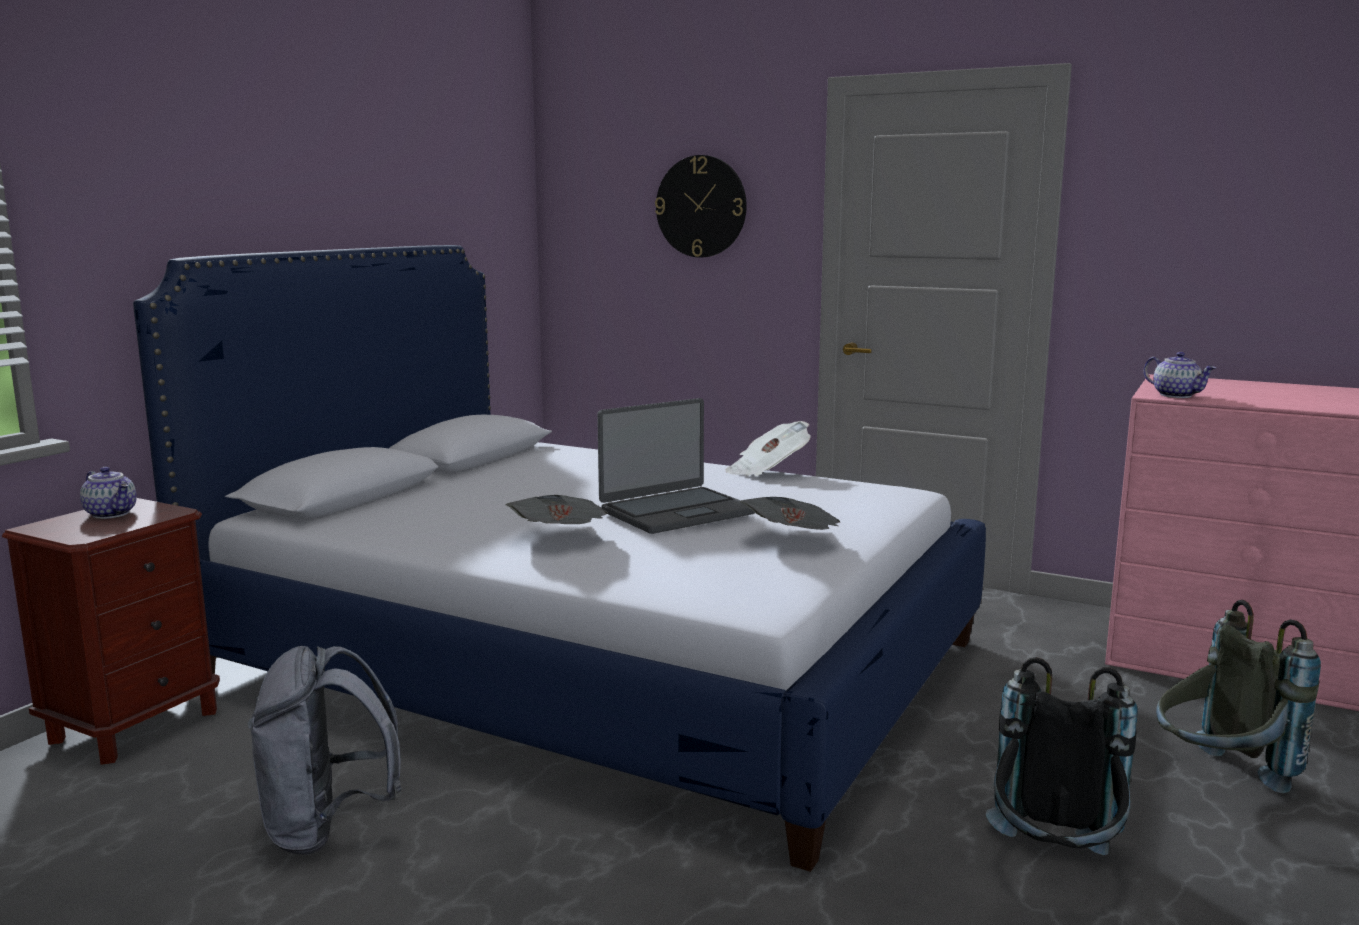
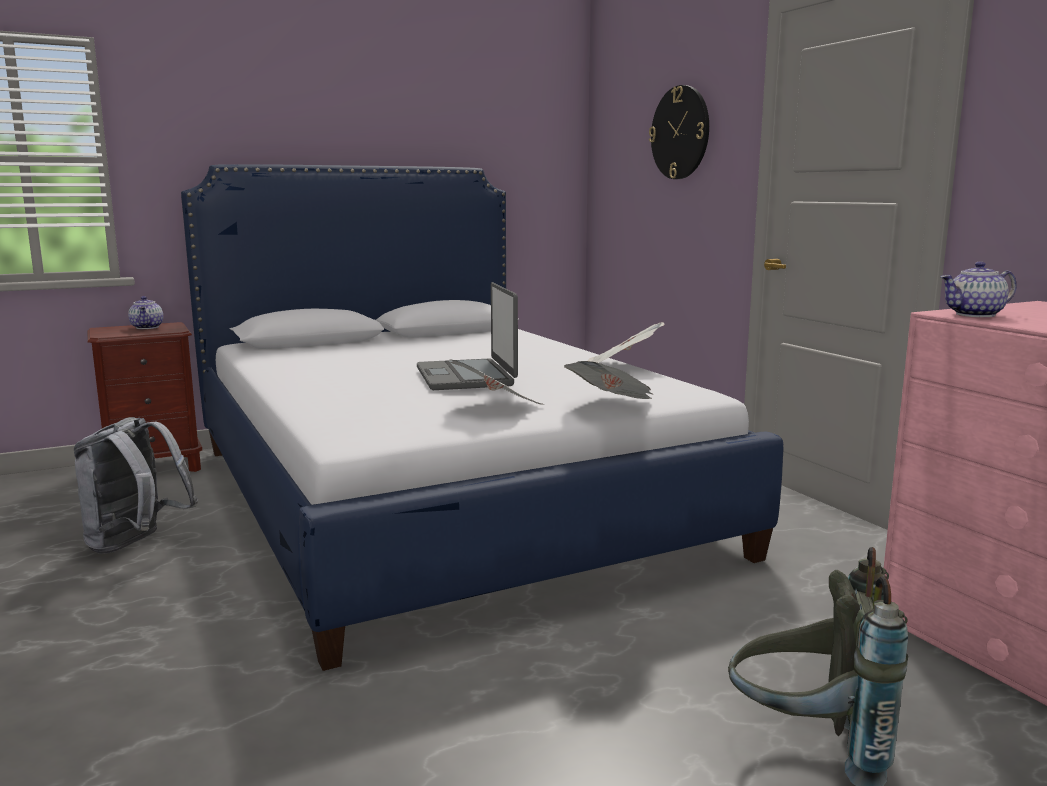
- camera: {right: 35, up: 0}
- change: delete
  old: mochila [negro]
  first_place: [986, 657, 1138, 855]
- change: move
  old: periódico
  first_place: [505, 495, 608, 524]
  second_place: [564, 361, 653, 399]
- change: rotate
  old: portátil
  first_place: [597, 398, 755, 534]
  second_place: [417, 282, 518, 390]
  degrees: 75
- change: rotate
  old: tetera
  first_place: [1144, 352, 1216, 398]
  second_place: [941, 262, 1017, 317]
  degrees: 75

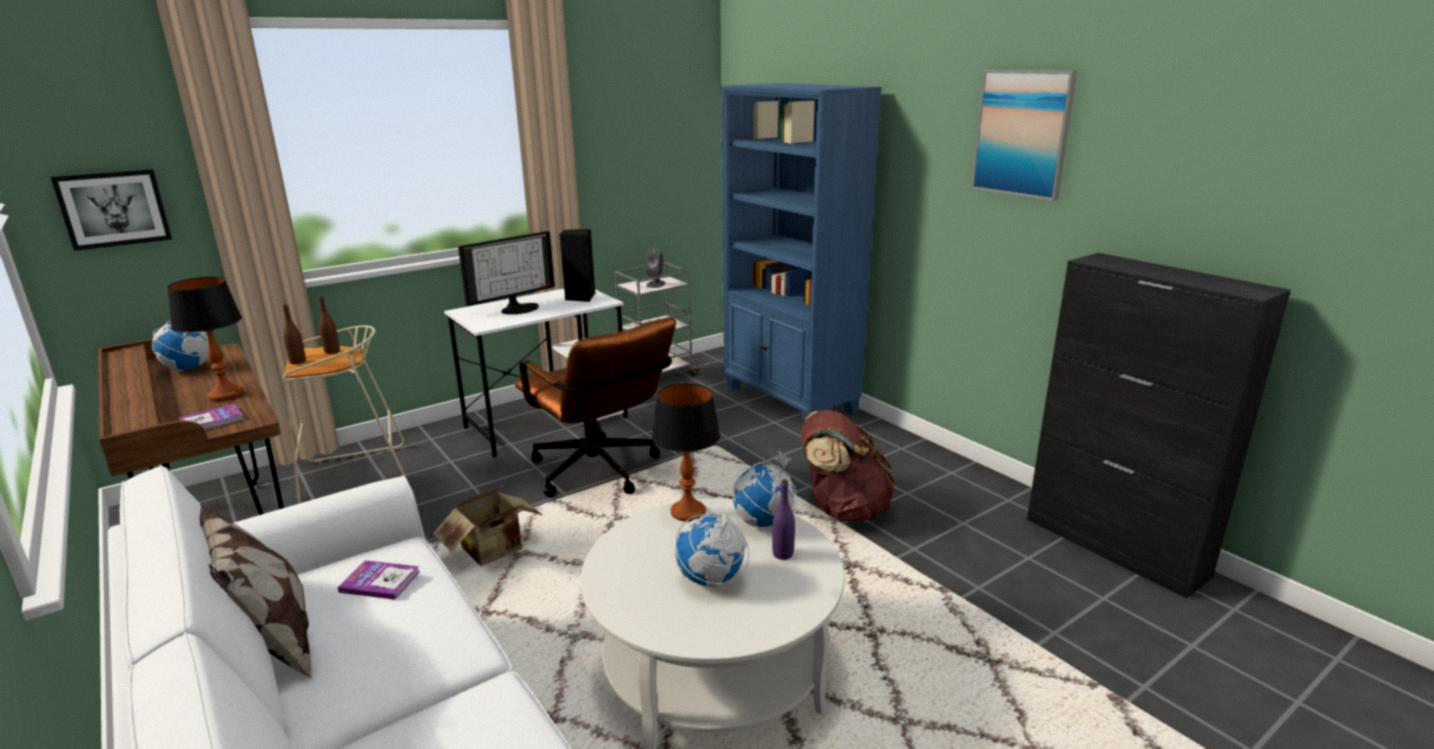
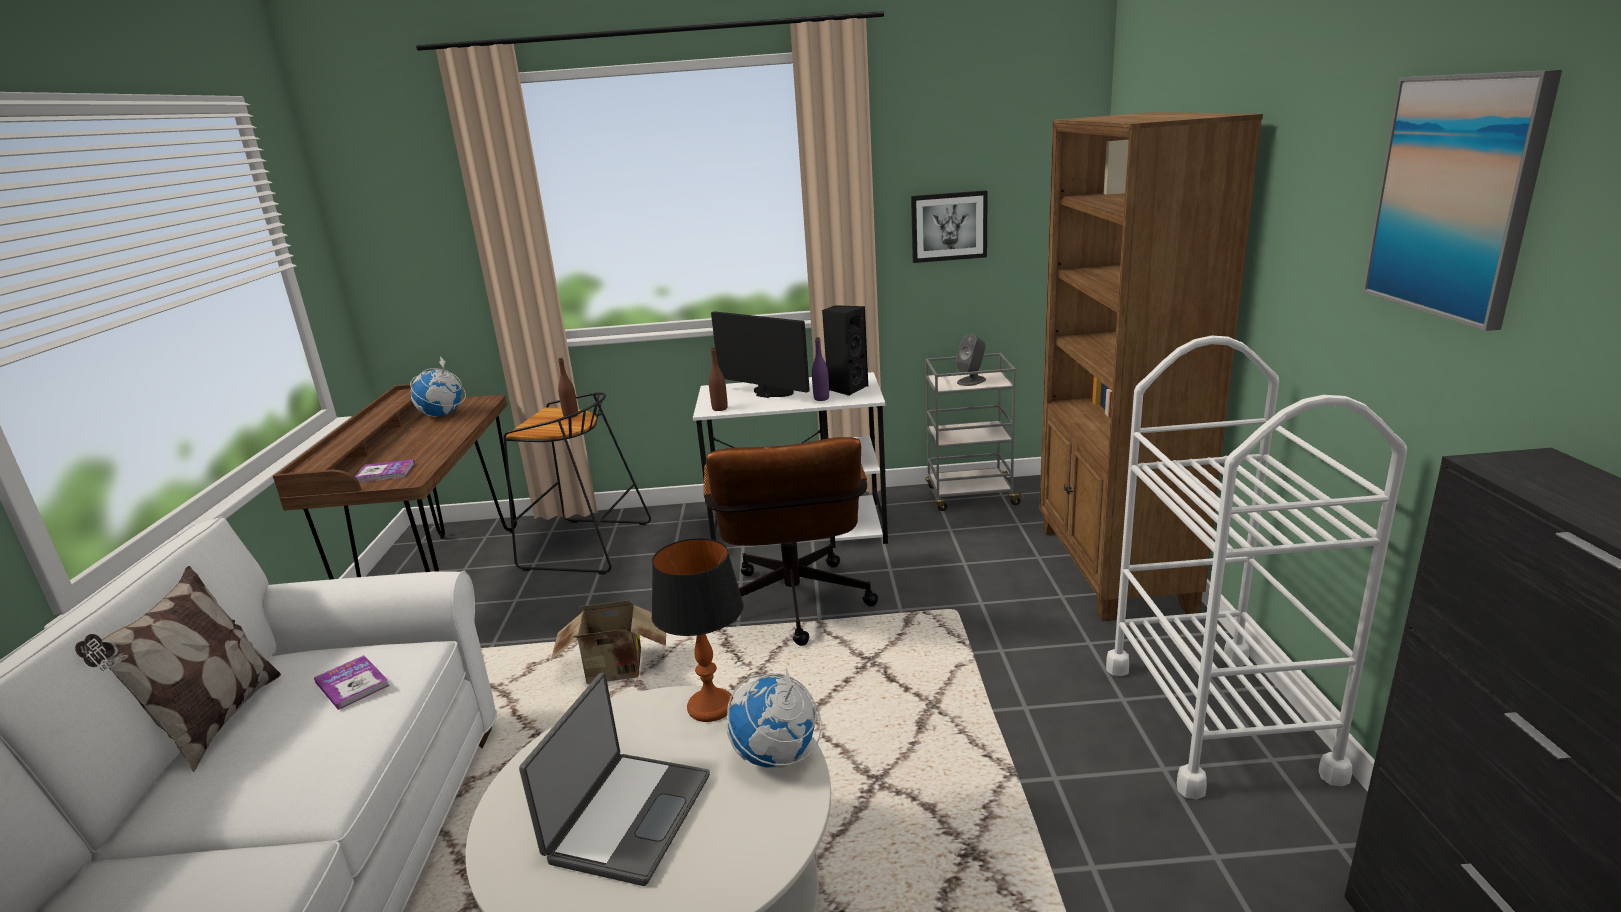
- camera: {right: 35, up: 0}
- change: delete
  old: lámpara de mesa
  first_place: [167, 277, 244, 401]
- change: delete
  old: mochila [marrón]
  first_place: [801, 410, 896, 521]
- change: insert
  new: carrito [blanco]
  second_place: [1106, 336, 1407, 799]
- change: move
  old: cuadro
  first_place: [51, 169, 172, 251]
  second_place: [911, 190, 988, 263]
- change: move
  old: botella [marrón]
  first_place: [283, 304, 306, 364]
  second_place: [709, 347, 728, 411]
- change: move
  old: botella [morado]
  first_place: [772, 479, 795, 560]
  second_place: [812, 337, 829, 401]
- change: replace
  old: globo terráqueo
  new: portátil
  first_place: [675, 508, 749, 587]
  second_place: [519, 673, 710, 886]
- change: recolor
  old: taburete [beis]
  new: taburete [negro]
  first_place: [283, 325, 408, 504]
  second_place: [503, 392, 651, 575]
- change: recolor
  old: estantería [azul]
  new: estantería [marrón]
  first_place: [721, 83, 882, 423]
  second_place: [1040, 112, 1263, 621]
- change: rotate
  old: monitor
  first_place: [458, 231, 555, 314]
  second_place: [711, 311, 810, 398]
  degrees: -135

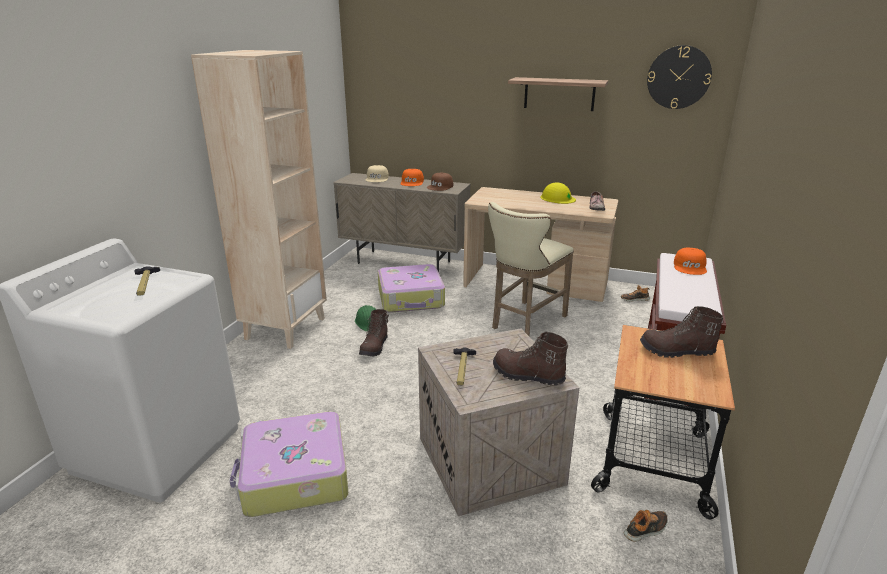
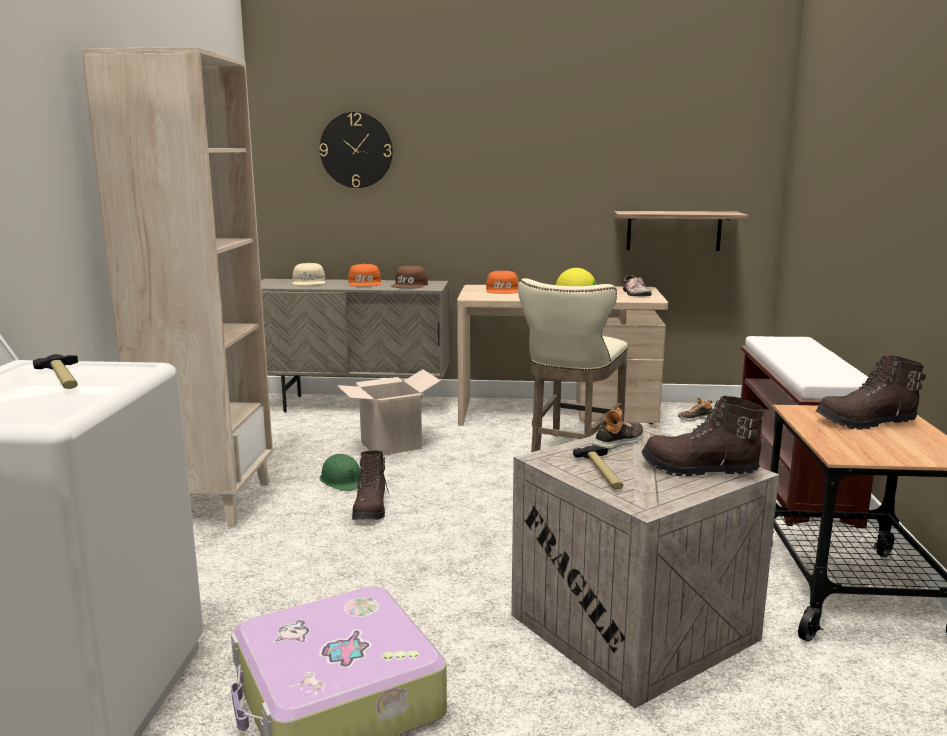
- camera: {right: -15, up: -10}
- change: move
  old: estante
  first_place: [508, 77, 608, 111]
  second_place: [614, 211, 748, 251]
- change: move
  old: zapato
  first_place: [624, 510, 667, 542]
  second_place: [592, 407, 643, 450]
- change: move
  old: reloj de pared
  first_place: [647, 45, 712, 109]
  second_place: [320, 112, 393, 188]
- change: move
  old: gorra [naranja]
  first_place: [674, 248, 707, 275]
  second_place: [486, 270, 519, 294]
- change: replace
  old: maleta
  new: caja de cartón
  first_place: [378, 264, 445, 313]
  second_place: [336, 369, 441, 456]

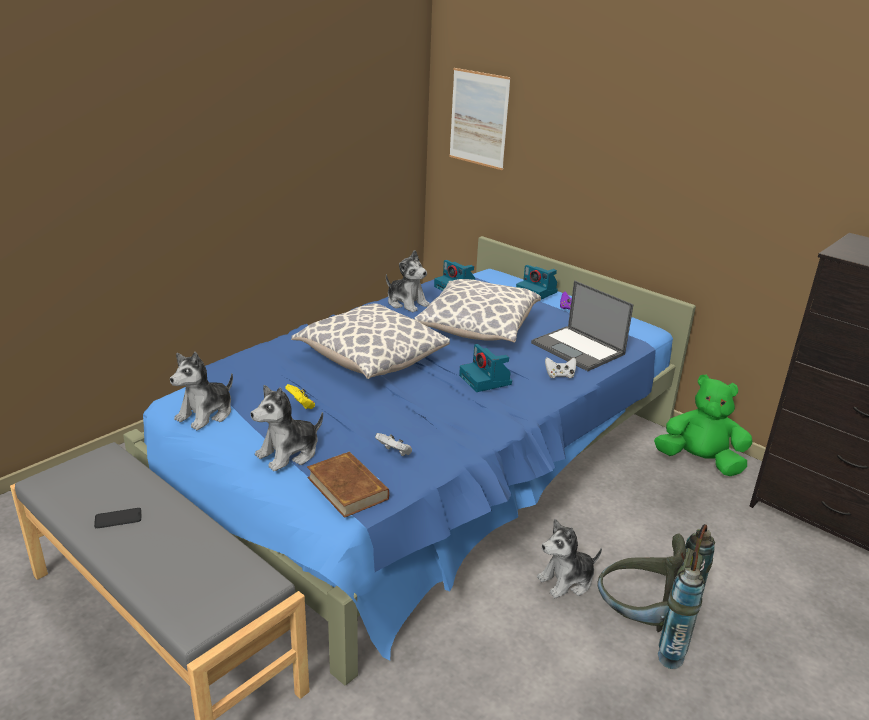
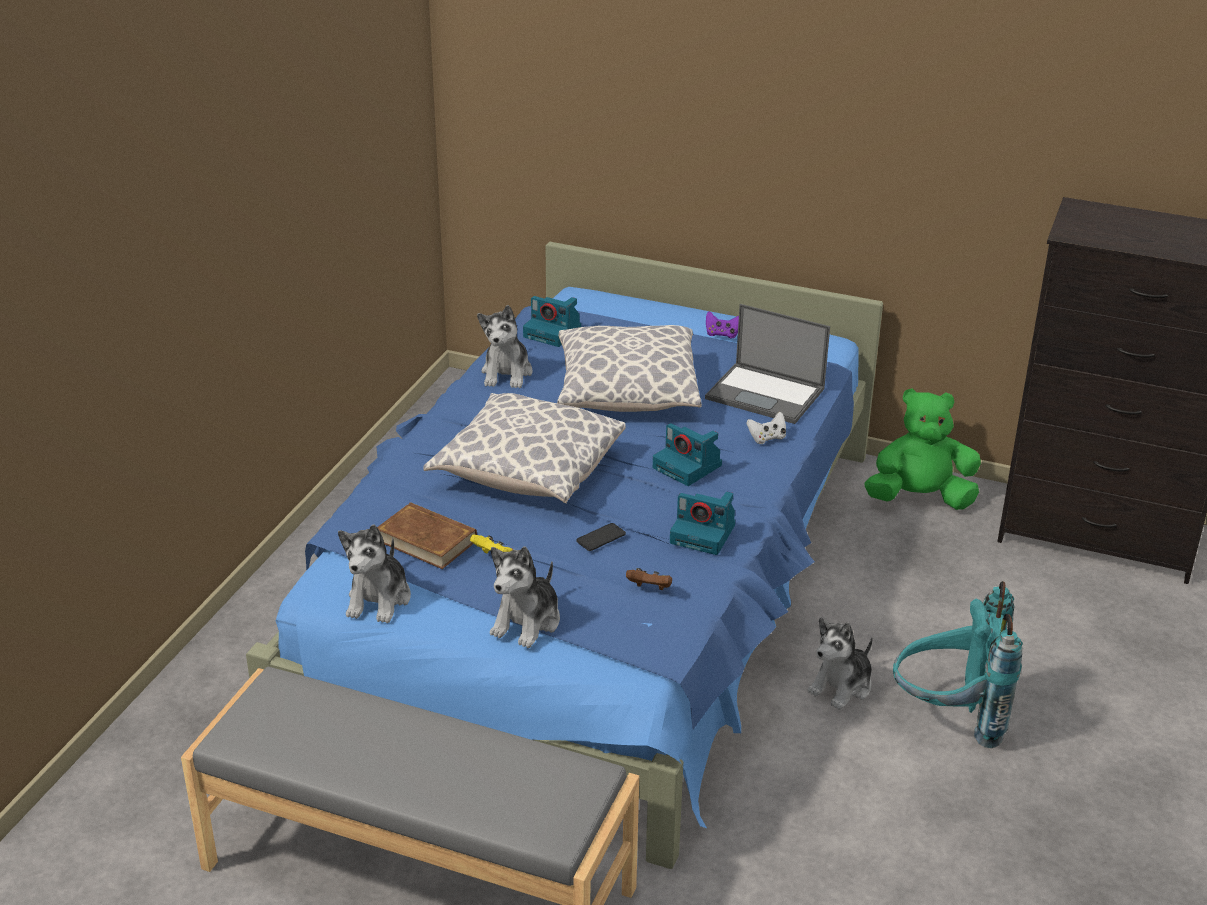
- camera: {right: -20, up: 5}
- change: delete
  old: cuadro
  first_place: [449, 68, 511, 170]
- change: move
  old: móvil
  first_place: [94, 508, 141, 529]
  second_place: [576, 523, 626, 551]
- change: move
  old: libro [marrón]
  first_place: [307, 452, 389, 518]
  second_place: [377, 502, 477, 569]
- change: move
  old: cámara
  first_place: [516, 265, 558, 299]
  second_place: [670, 492, 735, 555]
- change: recolor
  old: mando de consola [blanco]
  new: mando de consola [marrón]
  first_place: [375, 433, 412, 456]
  second_place: [626, 568, 672, 590]
- change: recolor
  old: mochila [gris]
  new: mochila [turquesa]
  first_place: [597, 524, 715, 669]
  second_place: [893, 581, 1023, 748]
- change: rotate
  old: peluche
  first_place: [386, 250, 430, 312]
  second_place: [477, 305, 533, 388]
  degrees: 75

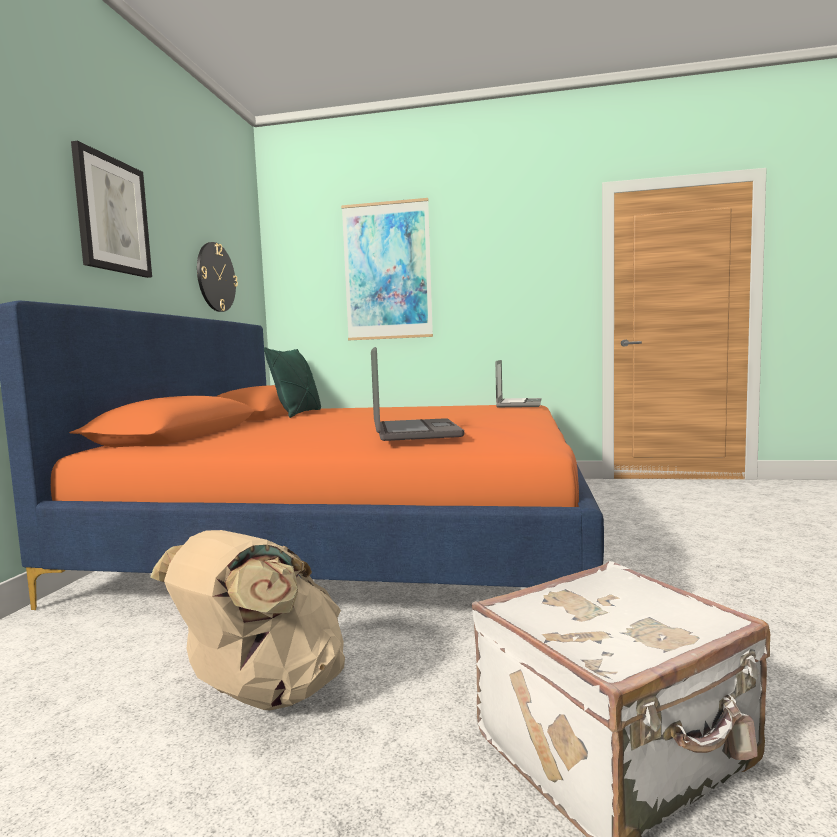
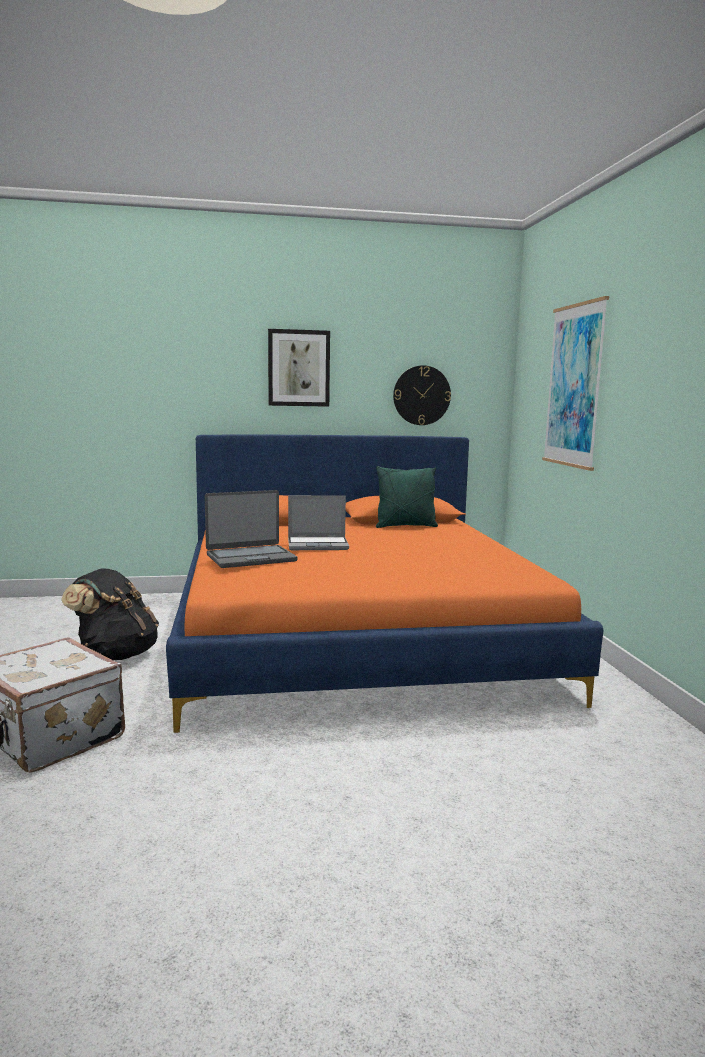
- camera: {right: 70, up: 5}
- change: move
  old: portátil
  first_place: [495, 360, 541, 407]
  second_place: [288, 495, 349, 550]
- change: recolor
  old: mochila [beis]
  new: mochila [negro]
  first_place: [150, 530, 345, 710]
  second_place: [61, 569, 159, 660]

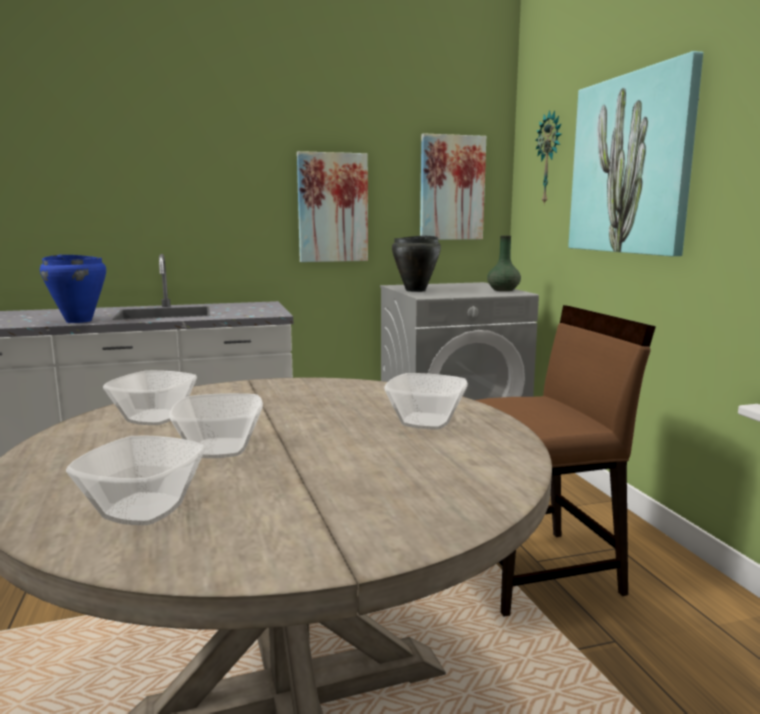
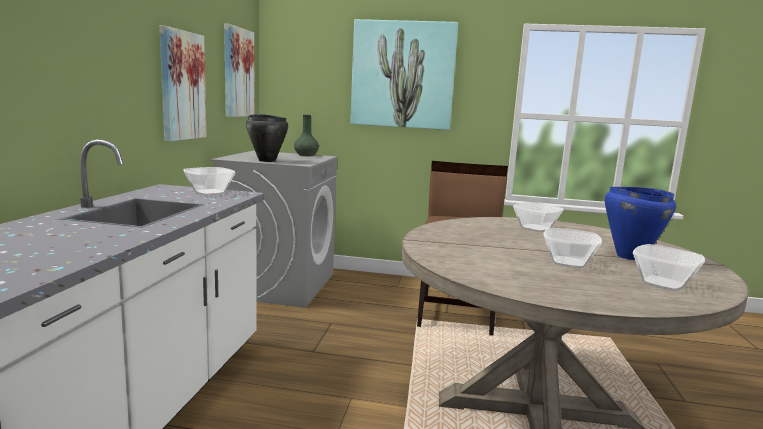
- camera: {right: -65, up: 0}
- change: delete
  old: reloj de pared
  first_place: [536, 110, 562, 204]
- change: move
  old: olla [azul]
  first_place: [40, 255, 106, 323]
  second_place: [605, 187, 676, 260]
- change: move
  old: cuenco
  first_place: [103, 370, 197, 425]
  second_place: [184, 167, 235, 195]

